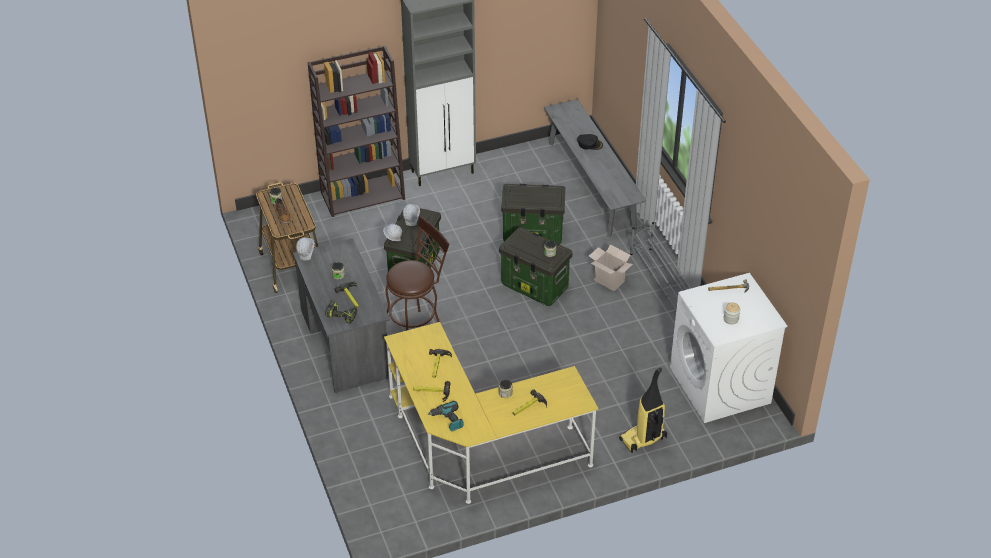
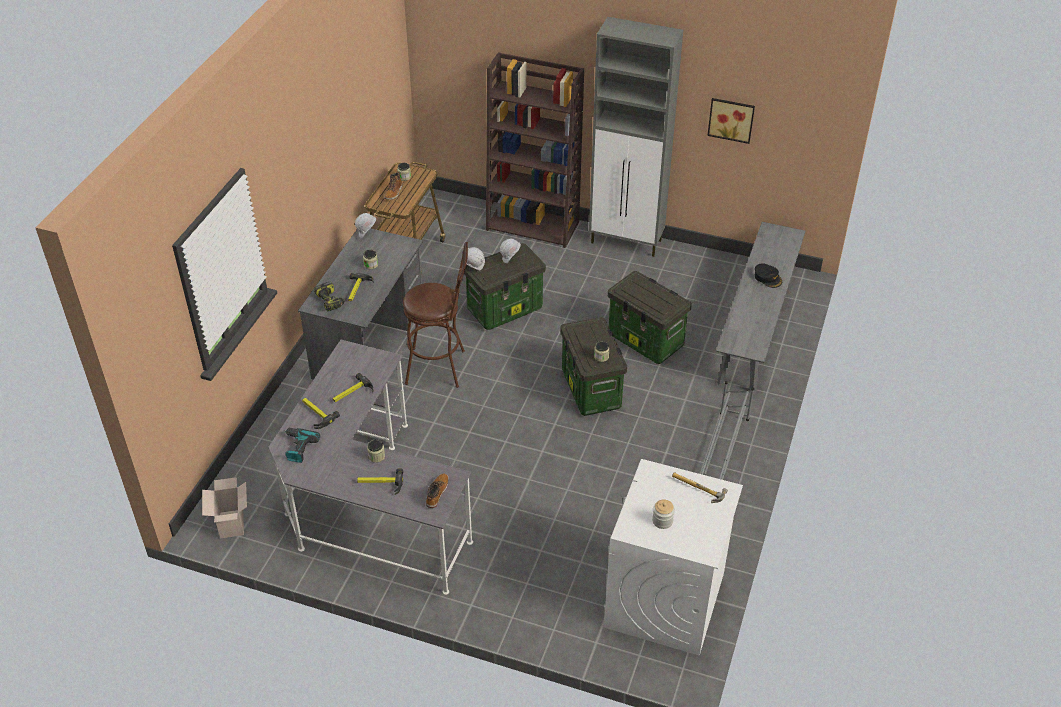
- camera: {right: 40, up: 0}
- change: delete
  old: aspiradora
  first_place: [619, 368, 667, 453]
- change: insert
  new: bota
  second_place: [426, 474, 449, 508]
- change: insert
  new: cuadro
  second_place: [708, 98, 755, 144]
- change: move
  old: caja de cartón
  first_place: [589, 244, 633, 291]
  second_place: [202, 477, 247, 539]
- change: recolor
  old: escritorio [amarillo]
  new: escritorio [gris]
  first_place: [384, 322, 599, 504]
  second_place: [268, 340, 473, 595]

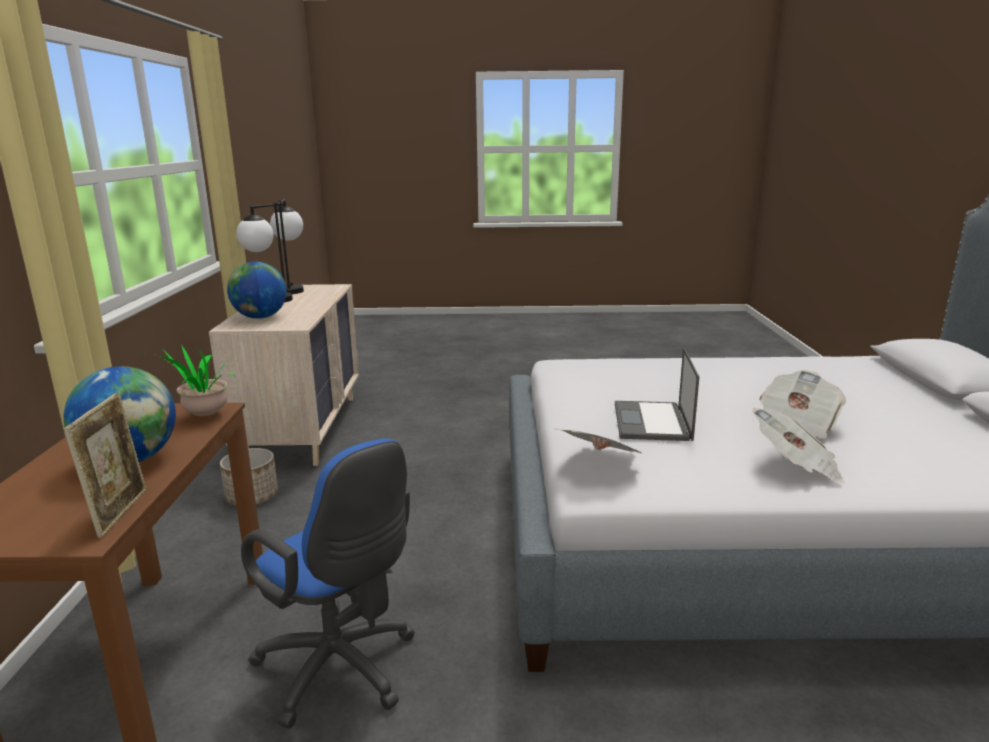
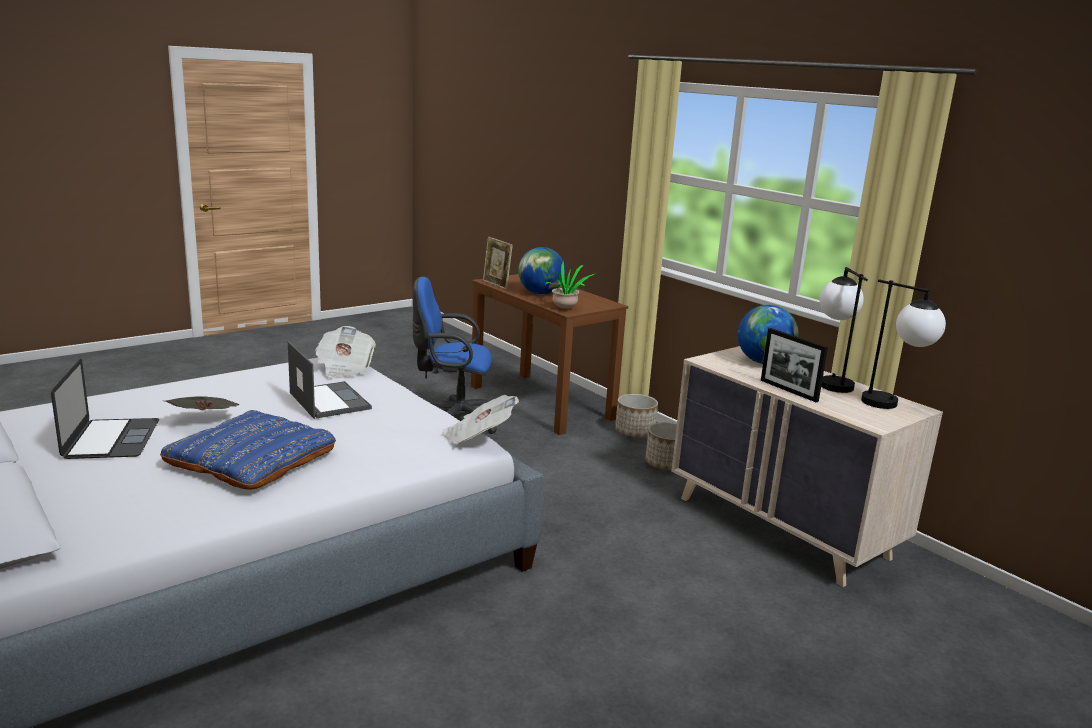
- camera: {right: 140, up: 0}
- change: insert
  new: portátil
  second_place: [51, 359, 159, 459]
- change: insert
  new: cojín [azul]
  second_place: [160, 410, 336, 490]
- change: insert
  new: maceta
  second_place: [615, 394, 658, 438]
- change: insert
  new: portarretratos
  second_place: [761, 328, 828, 402]
- change: move
  old: periódico
  first_place: [752, 408, 845, 483]
  second_place: [442, 395, 519, 445]

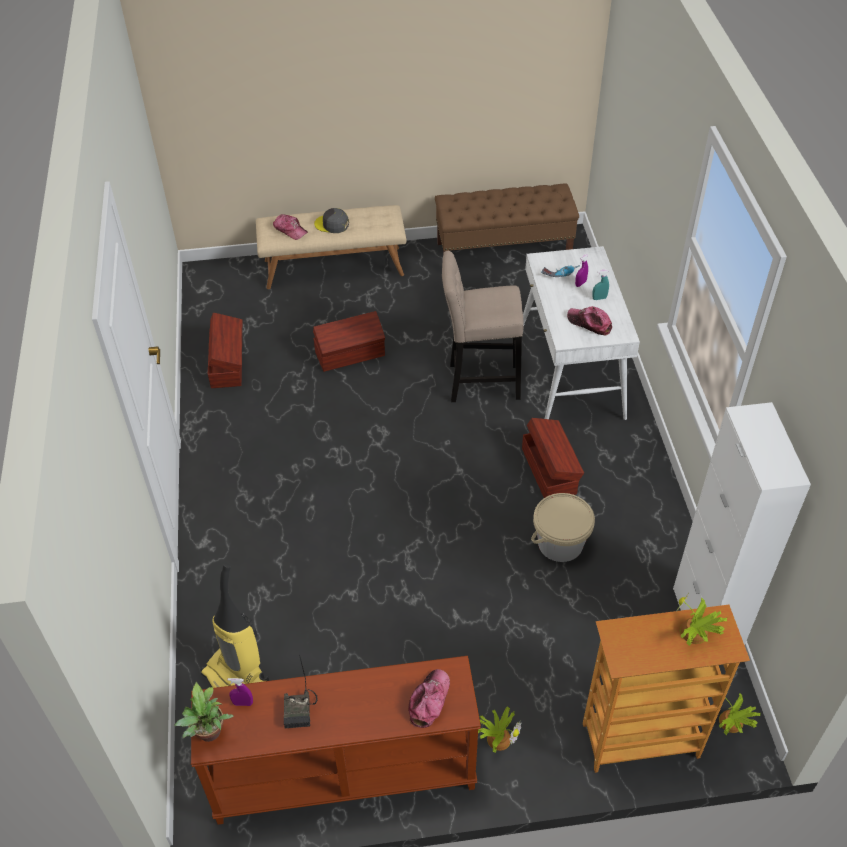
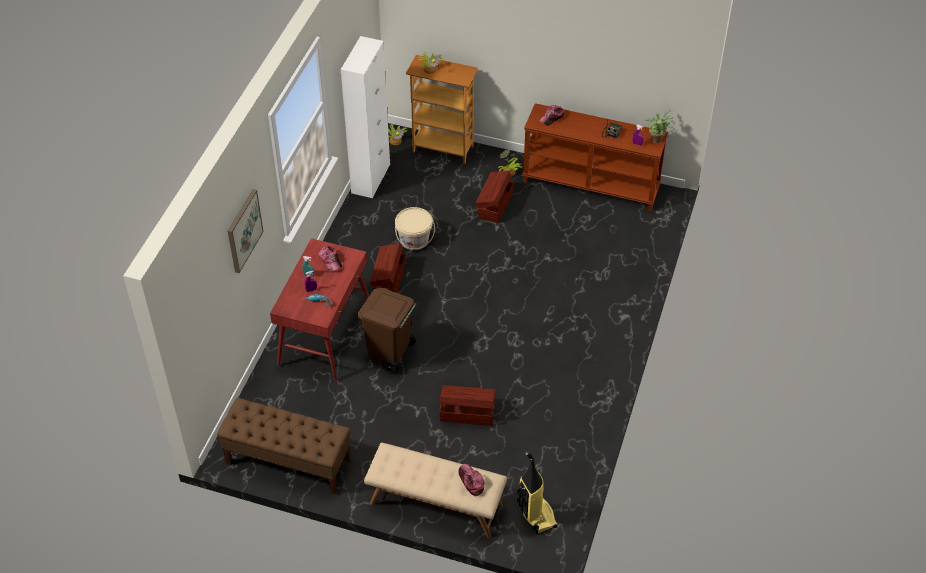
- camera: {right: -155, up: 0}
- change: delete
  old: gorra [gris]
  first_place: [314, 208, 349, 233]
- change: insert
  new: cuadro
  second_place: [228, 189, 264, 273]
- change: move
  old: aspiradora
  first_place: [200, 563, 269, 688]
  second_place: [517, 451, 558, 534]
- change: move
  old: caja de almacenaje [marrón]
  first_place: [208, 313, 242, 388]
  second_place: [475, 170, 513, 223]
- change: replace
  old: taburete [beis]
  new: papelera [marrón]
  first_place: [442, 251, 524, 402]
  second_place: [358, 288, 417, 374]
- change: recolor
  old: escritorio [blanco]
  new: escritorio [rojo]
  first_place: [523, 246, 640, 420]
  second_place: [270, 238, 369, 381]

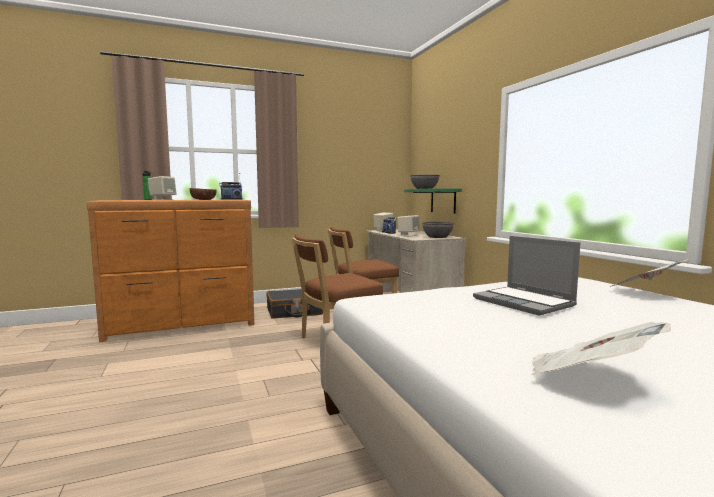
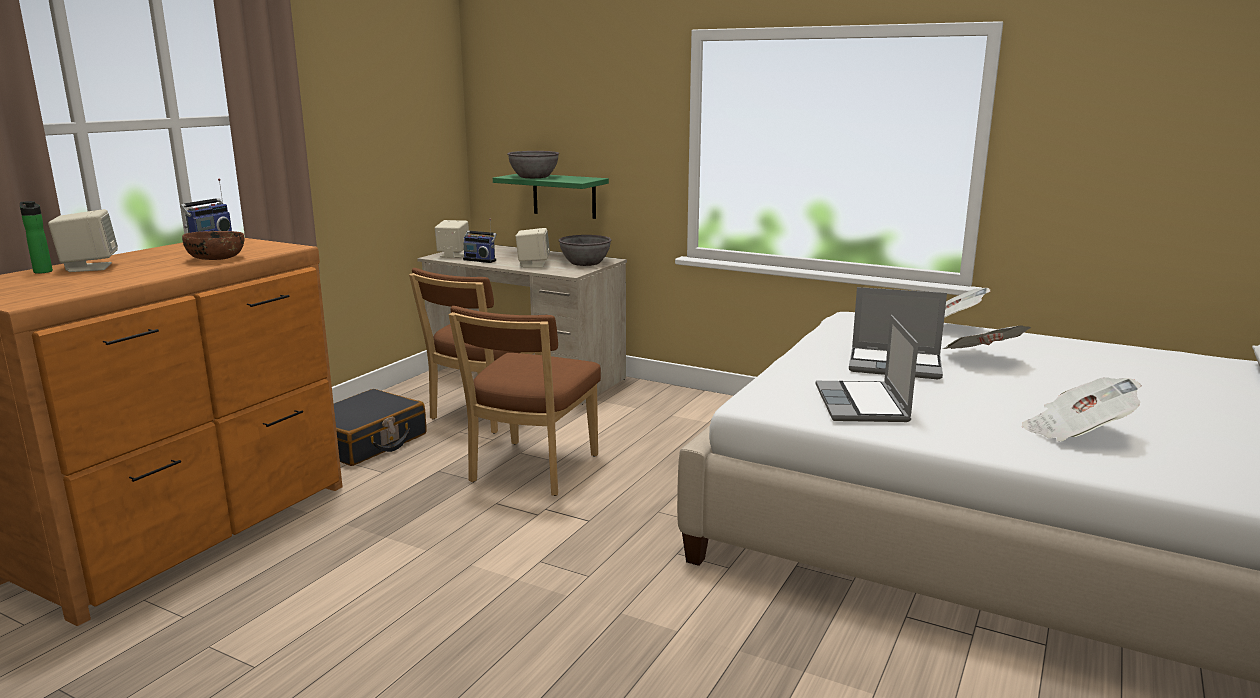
- camera: {right: -40, up: 10}
- change: insert
  new: portátil
  second_place: [816, 315, 918, 422]
- change: insert
  new: periódico
  second_place: [944, 325, 1031, 349]

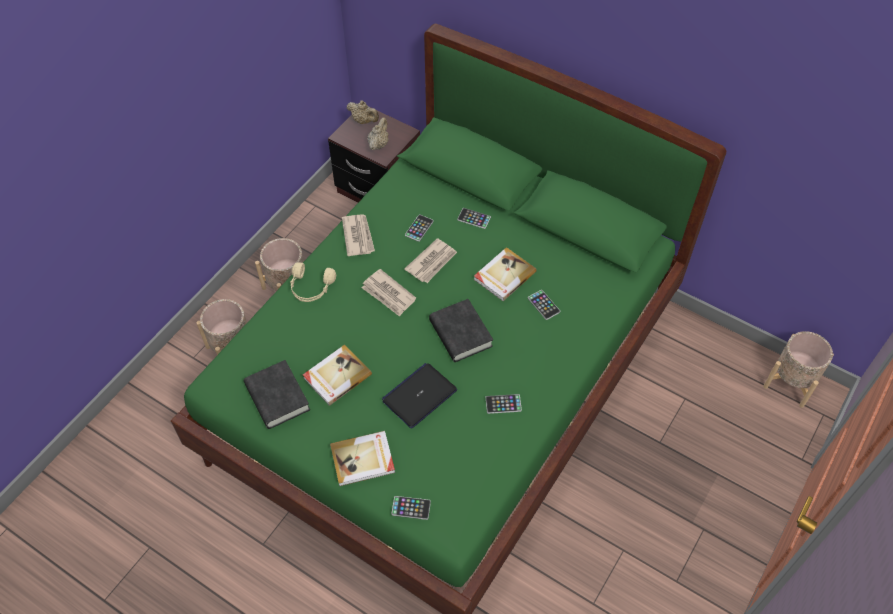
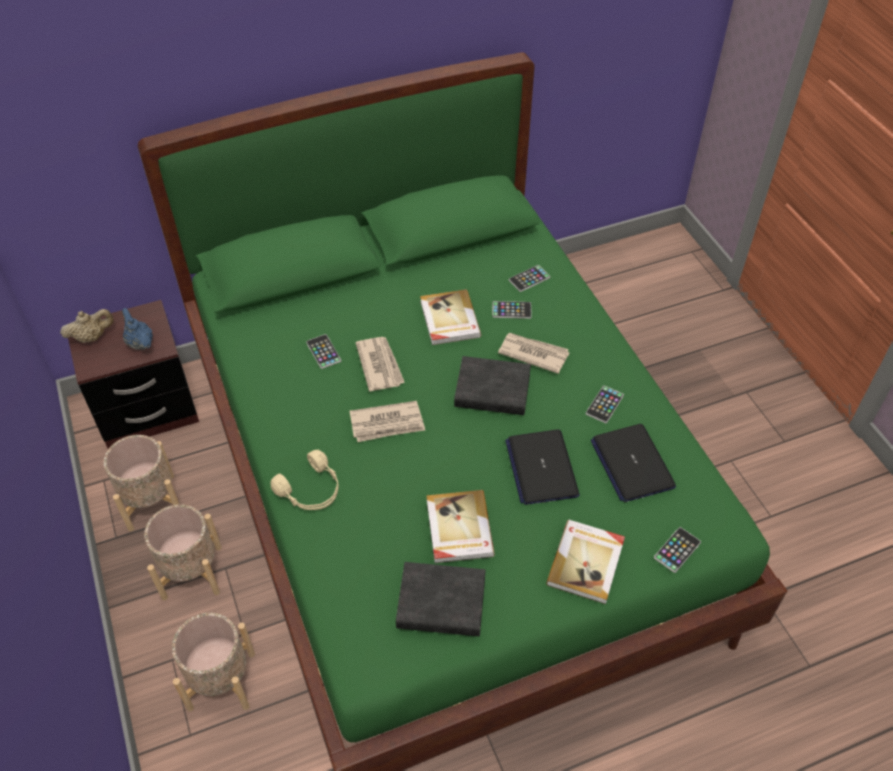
- camera: {right: -55, up: -5}
- change: insert
  new: portátil
  second_place: [591, 424, 676, 502]
- change: move
  old: periódico
  first_place: [342, 214, 375, 256]
  second_place: [498, 333, 570, 374]
- change: move
  old: móvil
  first_place: [457, 208, 491, 229]
  second_place: [509, 265, 550, 292]
- change: move
  old: maceta [beis]
  first_place: [763, 331, 834, 408]
  second_place: [104, 435, 179, 531]
- change: recolor
  old: tetera [beis]
  new: tetera [azul]
  first_place: [368, 117, 389, 150]
  second_place: [122, 308, 153, 350]

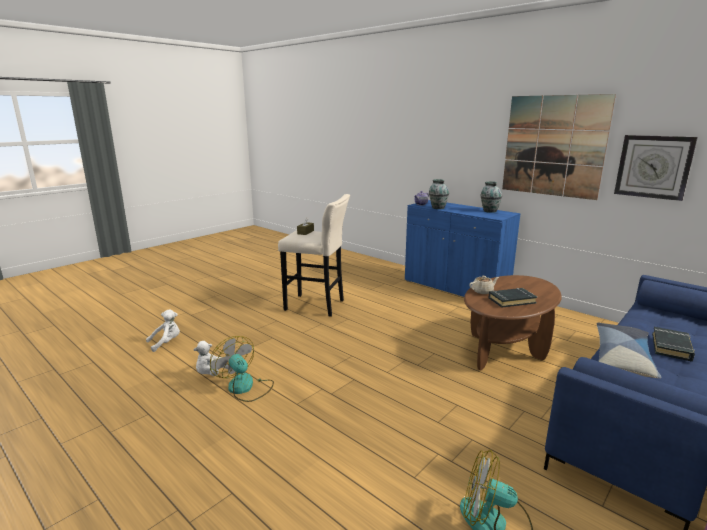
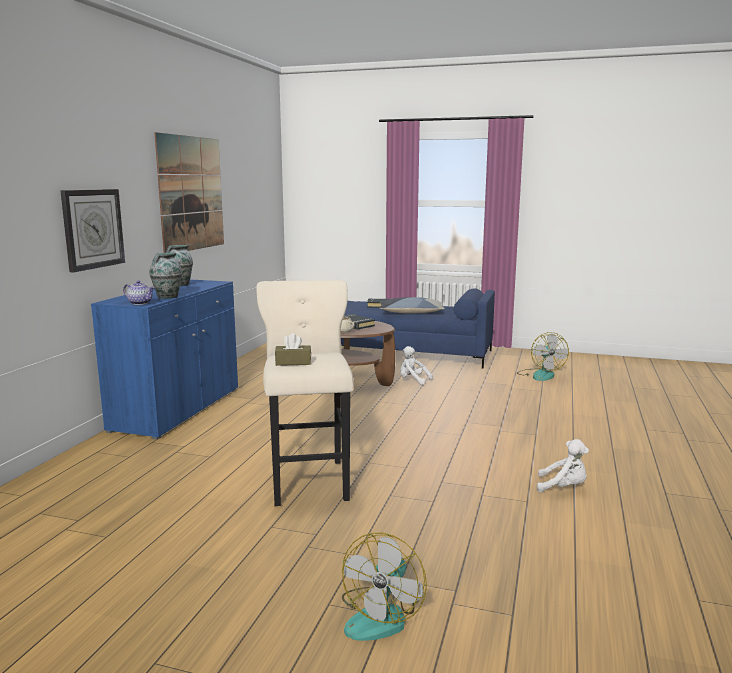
- camera: {right: -115, up: -5}
- change: move
  old: peluche [blanco]
  first_place: [146, 309, 180, 352]
  second_place: [400, 346, 433, 385]
- change: move
  old: ventilador
  first_place: [210, 336, 274, 402]
  second_place: [342, 533, 427, 641]
- change: move
  old: reloj de pared
  first_place: [614, 135, 698, 201]
  second_place: [60, 189, 125, 272]

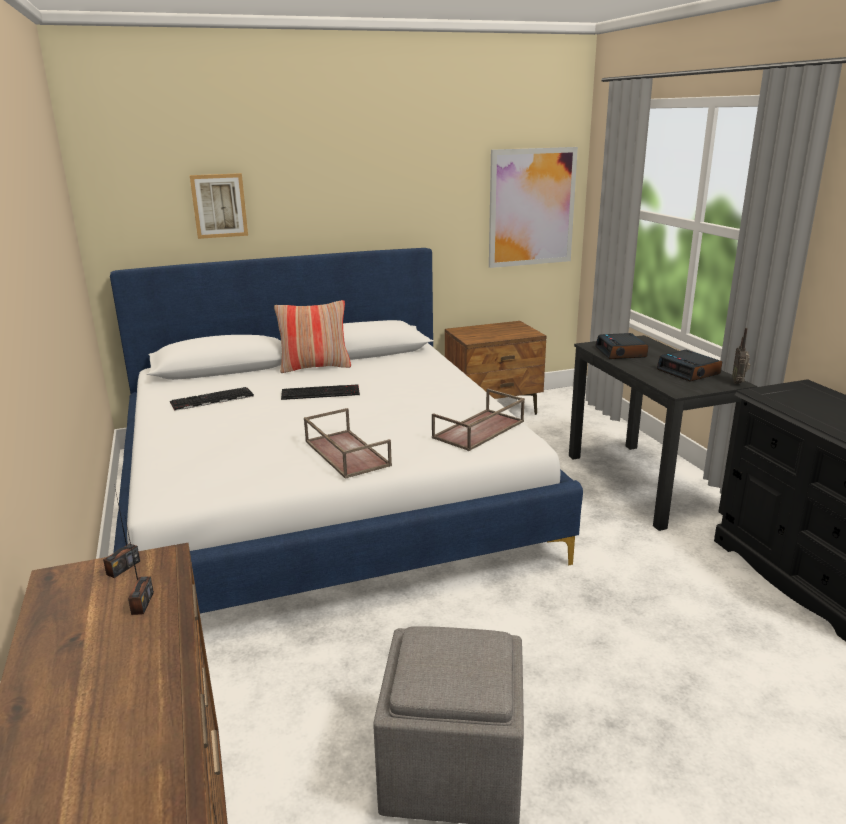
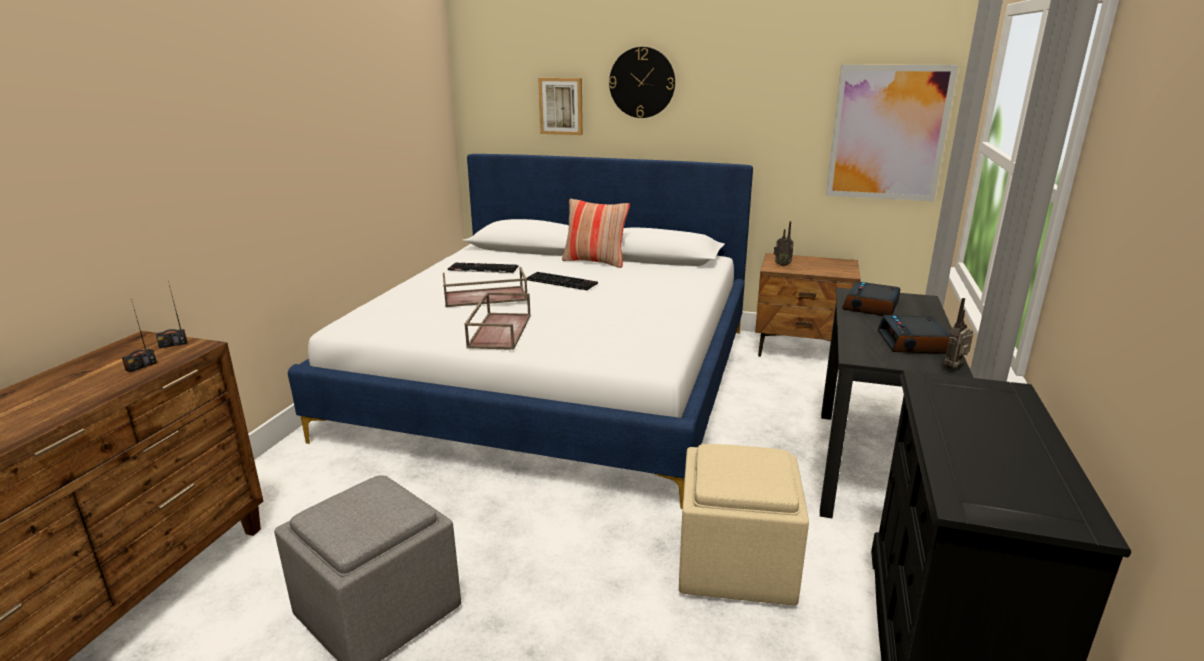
- camera: {right: 35, up: 0}
- change: insert
  new: reloj de pared
  second_place: [609, 47, 675, 118]
- change: insert
  new: puf [beis]
  second_place: [679, 444, 809, 605]
- change: insert
  new: radio
  second_place: [774, 221, 794, 266]
- change: move
  old: bandeja [marrón]
  first_place: [432, 389, 525, 451]
  second_place: [443, 267, 527, 307]

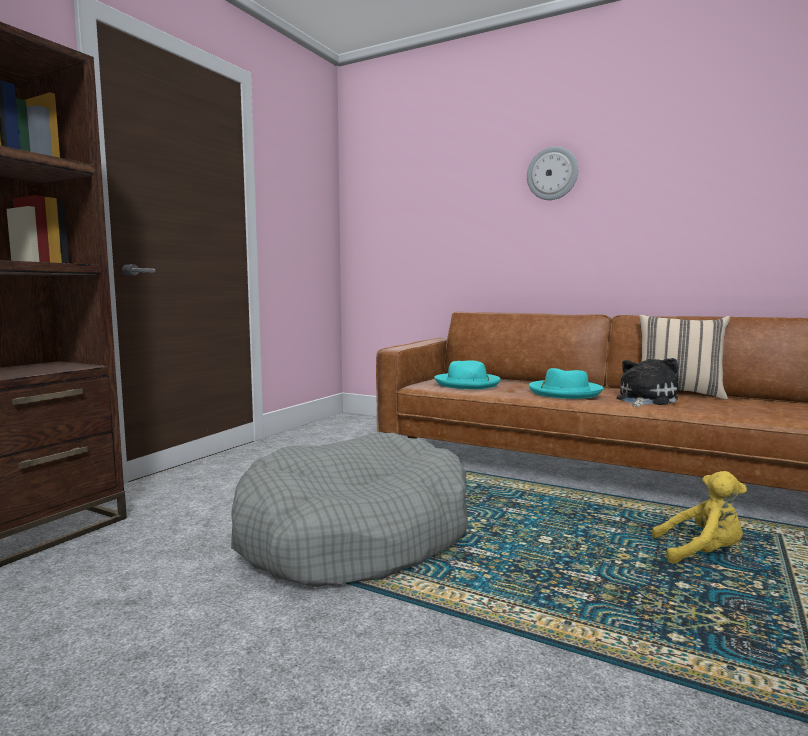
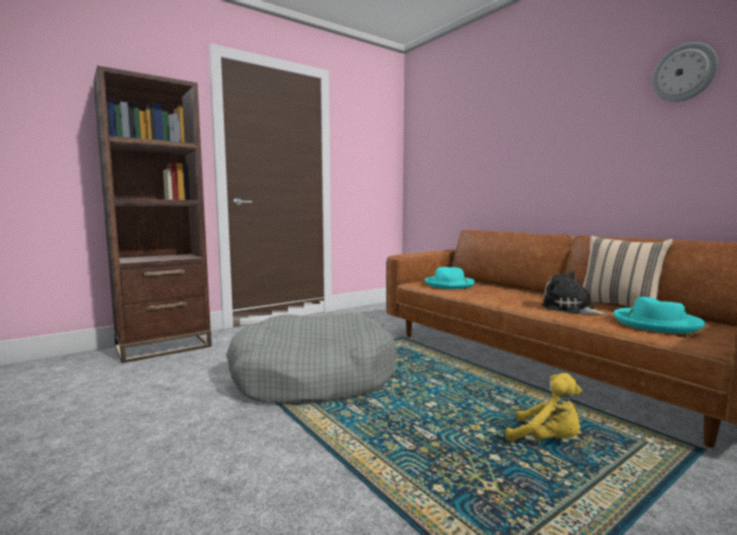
- camera: {right: 25, up: 0}
- change: move
  old: reloj de pared
  first_place: [527, 146, 578, 200]
  second_place: [652, 42, 718, 102]
- change: move
  old: sombrero [turquesa]
  first_place: [529, 368, 604, 399]
  second_place: [613, 297, 706, 334]
- change: rotate
  old: peluche
  first_place: [617, 358, 679, 407]
  second_place: [541, 270, 609, 315]
  degrees: -105

